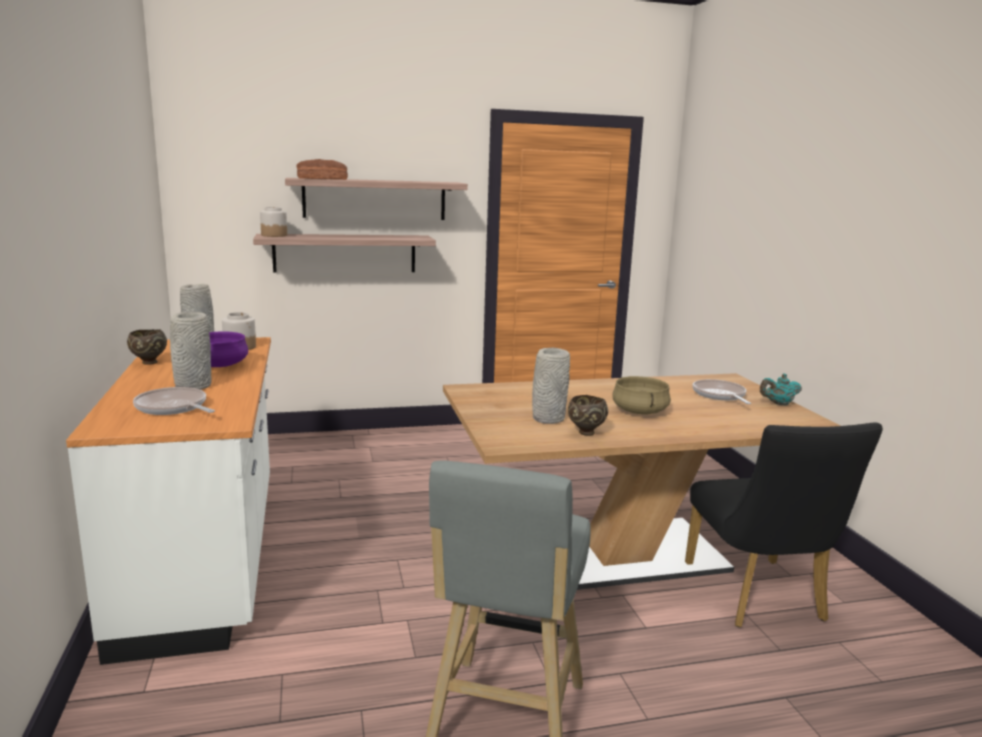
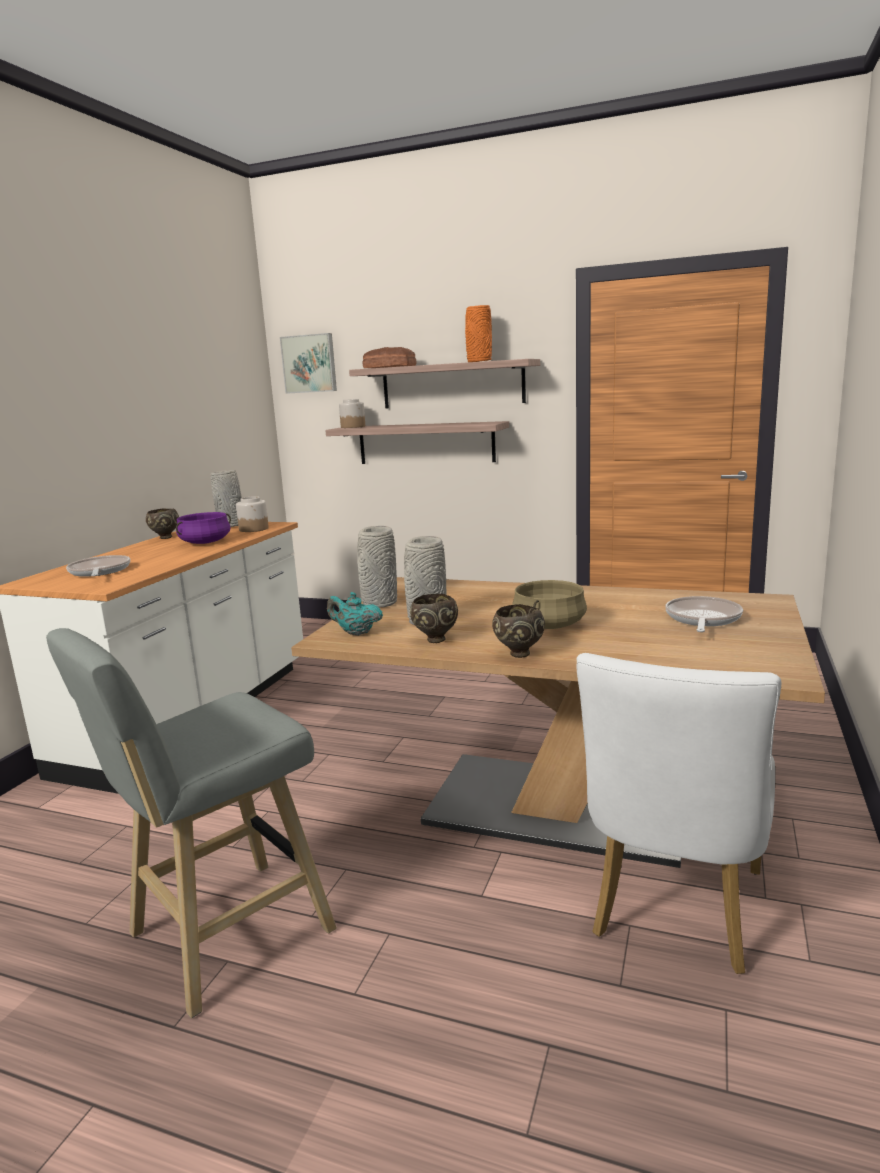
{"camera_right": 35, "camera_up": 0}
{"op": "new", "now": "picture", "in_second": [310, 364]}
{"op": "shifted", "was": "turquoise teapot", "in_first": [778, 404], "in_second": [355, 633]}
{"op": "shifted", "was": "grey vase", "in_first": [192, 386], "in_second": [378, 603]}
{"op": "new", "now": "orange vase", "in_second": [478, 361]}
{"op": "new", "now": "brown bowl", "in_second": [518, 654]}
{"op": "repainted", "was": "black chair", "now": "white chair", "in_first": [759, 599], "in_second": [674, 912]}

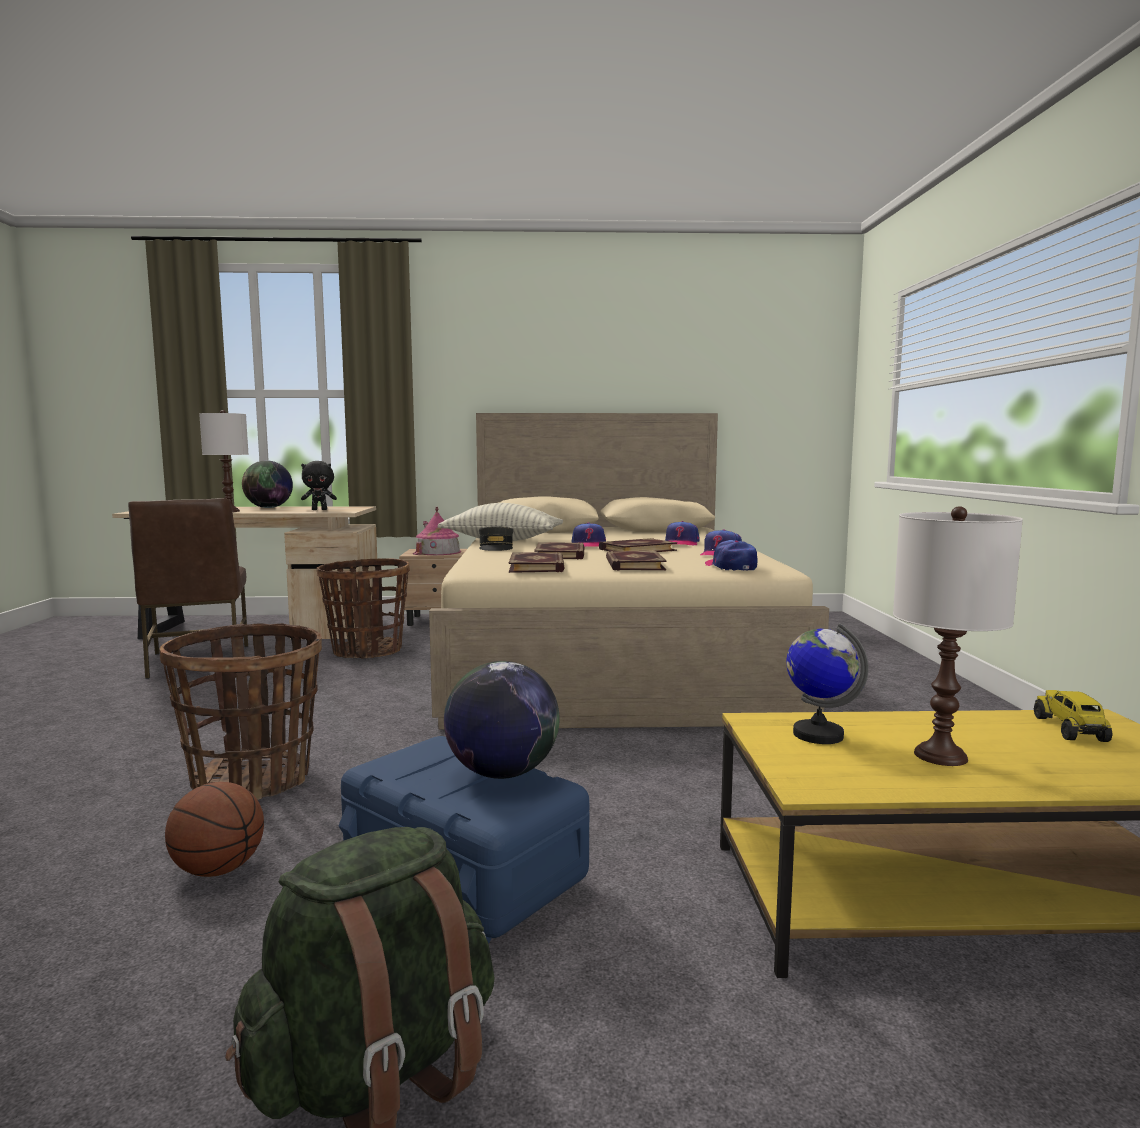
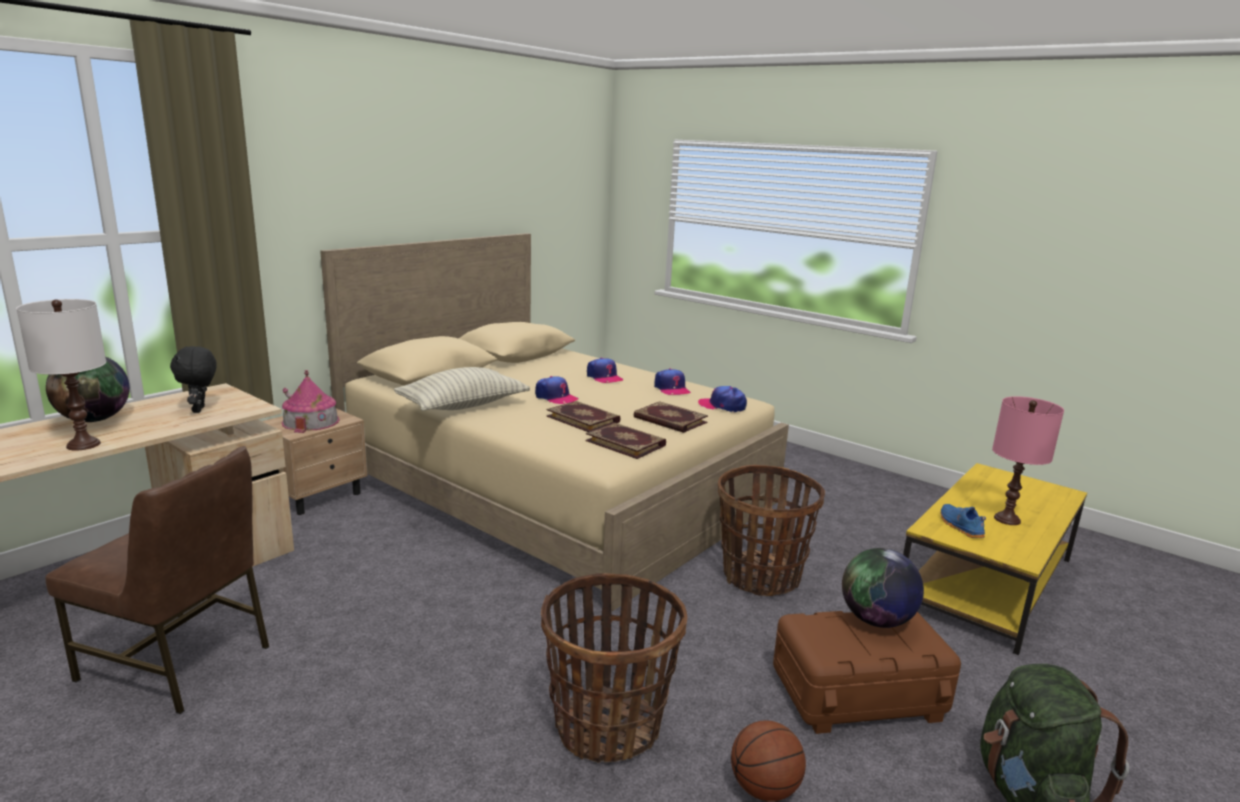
{"camera_right": -50, "camera_up": 10}
{"op": "rotated", "was": "black plush toy", "in_first": [319, 510], "in_second": [200, 410], "clockwise": 135}
{"op": "shifted", "was": "basket", "in_first": [366, 651], "in_second": [761, 577]}
{"op": "repainted", "was": "blue storage box", "now": "brown storage box", "in_first": [465, 874], "in_second": [857, 693]}
{"op": "swapped", "was": "globe", "now": "blue shoe", "in_first": [817, 734], "in_second": [960, 527]}
{"op": "repainted", "was": "white table lamp", "now": "pink table lamp", "in_first": [939, 755], "in_second": [1006, 519]}
{"op": "gone", "was": "grey cap", "in_first": [496, 548]}
{"op": "gone", "was": "book", "in_first": [637, 550]}
{"op": "gone", "was": "toy truck", "in_first": [1070, 729]}

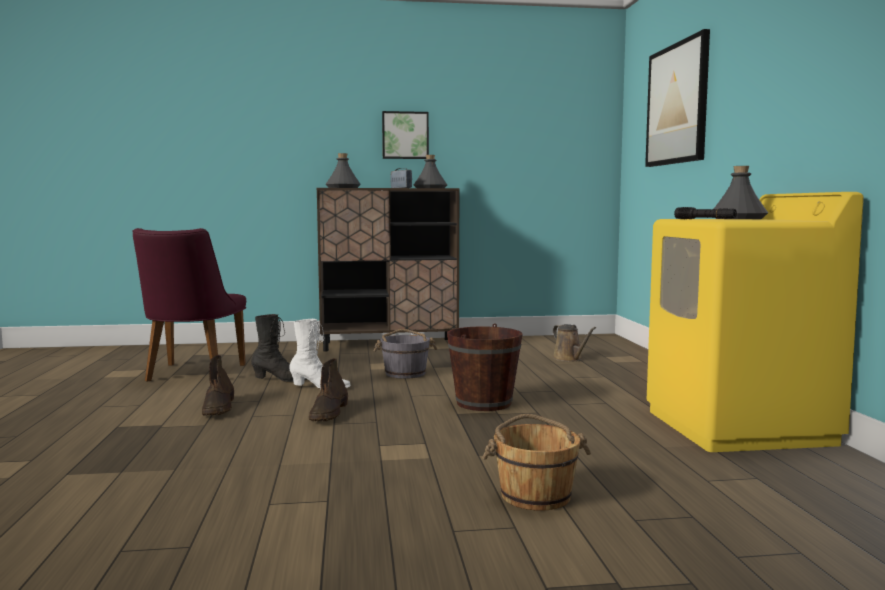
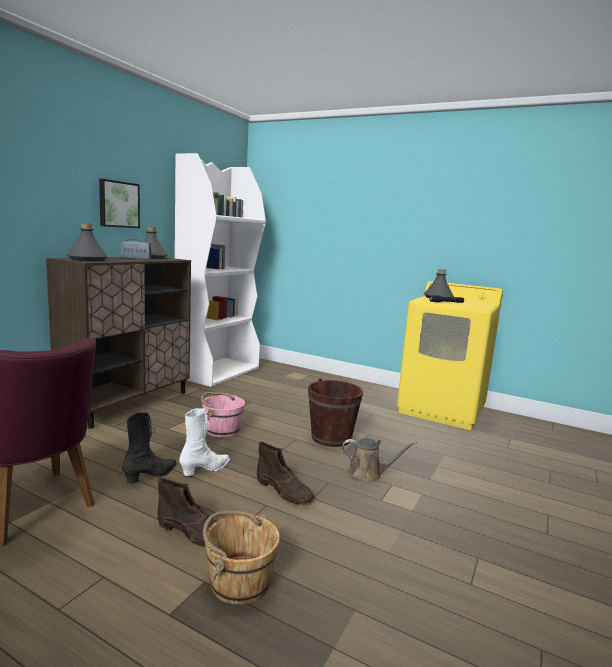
{"camera_right": -55, "camera_up": 5}
{"op": "new", "now": "white bookcase", "in_second": [218, 372]}
{"op": "repainted", "was": "grey bucket", "now": "pink bucket", "in_first": [405, 373], "in_second": [222, 430]}
{"op": "shifted", "was": "brown bucket", "in_first": [535, 495], "in_second": [239, 581]}
{"op": "shifted", "was": "brown watering can", "in_first": [569, 359], "in_second": [368, 475]}
{"op": "gone", "was": "picture", "in_first": [677, 104]}

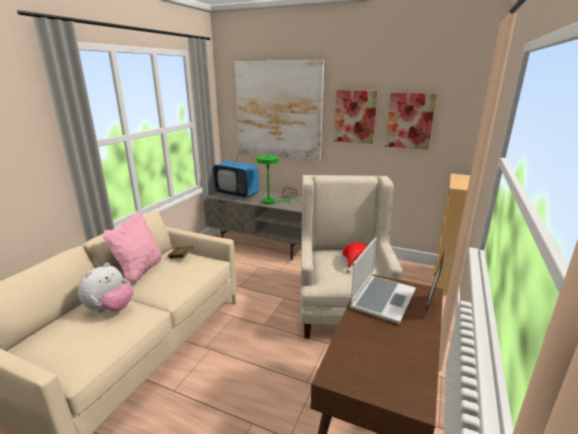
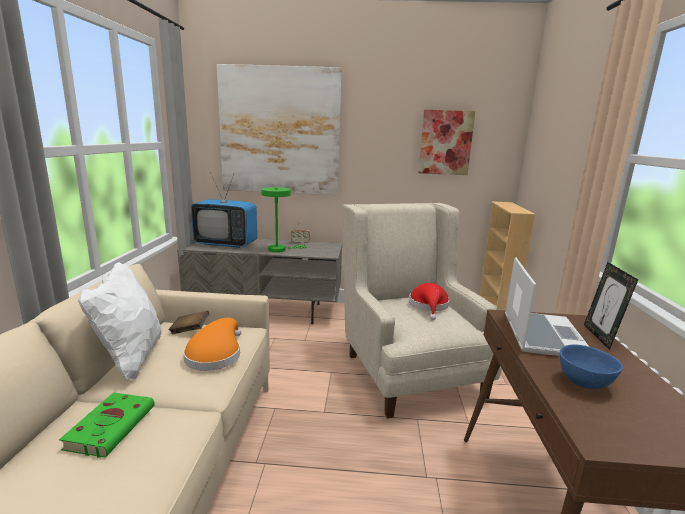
{"camera_right": -20, "camera_up": -5}
{"op": "swapped", "was": "plush toy", "now": "green book", "in_first": [110, 309], "in_second": [112, 426]}
{"op": "repainted", "was": "pink pillow", "now": "white pillow", "in_first": [139, 271], "in_second": [131, 359]}
{"op": "new", "now": "orange hat", "in_second": [215, 355]}
{"op": "new", "now": "blue bowl", "in_second": [585, 383]}
{"op": "gone", "was": "picture", "in_first": [355, 116]}

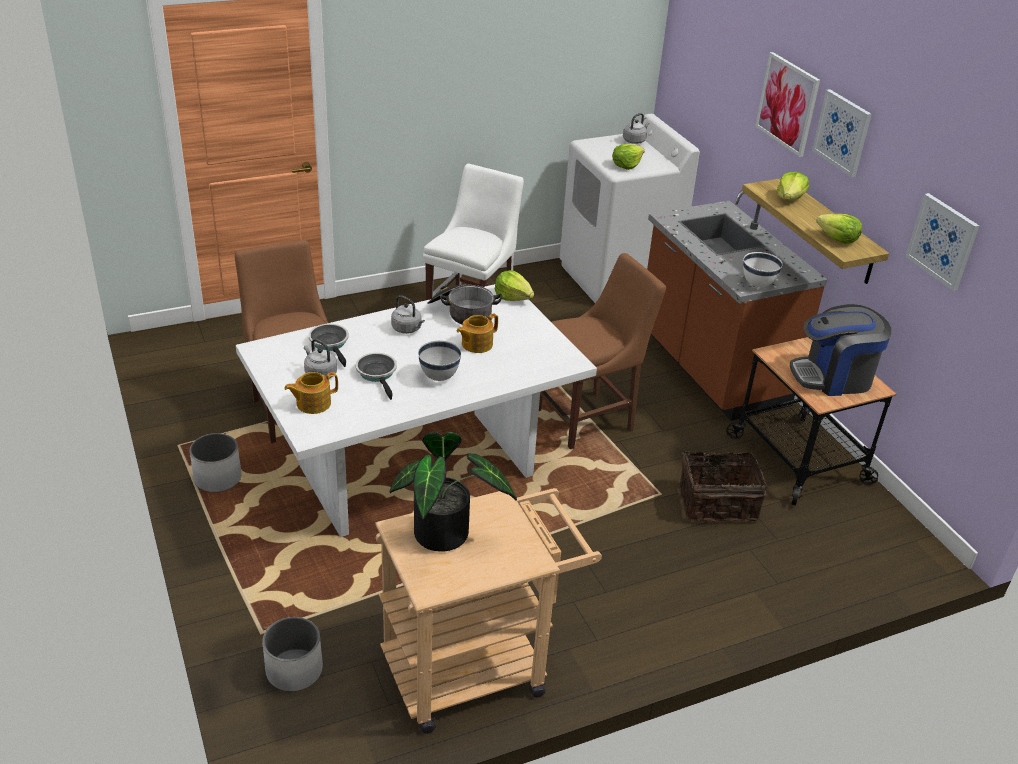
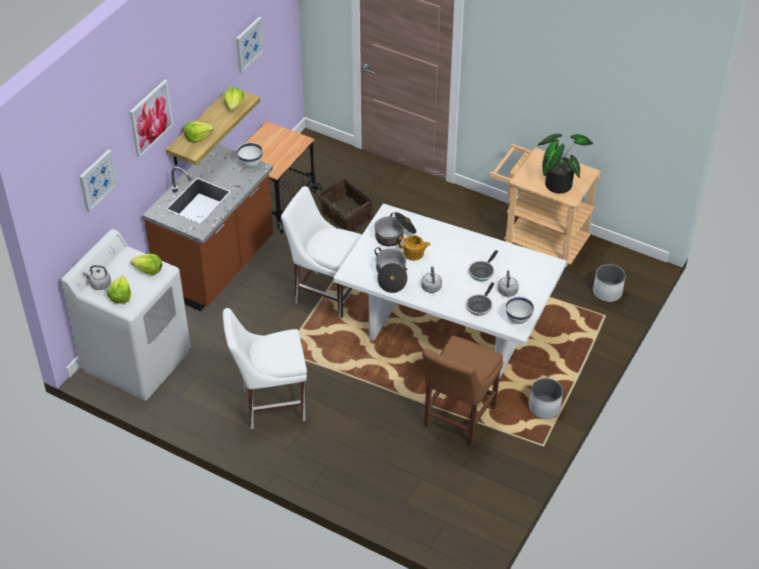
{"camera_right": -125, "camera_up": 10}
{"op": "shifted", "was": "picture", "in_first": [842, 132], "in_second": [97, 180]}
{"op": "shifted", "was": "lettuce", "in_first": [513, 297], "in_second": [120, 296]}
{"op": "repainted", "was": "brown chair", "now": "white chair", "in_first": [588, 419], "in_second": [325, 293]}
{"op": "new", "now": "cooking pot", "in_second": [395, 235]}
{"op": "shifted", "was": "white bowl", "in_first": [439, 376], "in_second": [518, 320]}
{"op": "gone", "was": "teapot", "in_first": [312, 403]}
{"op": "gone", "was": "coffee machine", "in_first": [833, 377]}

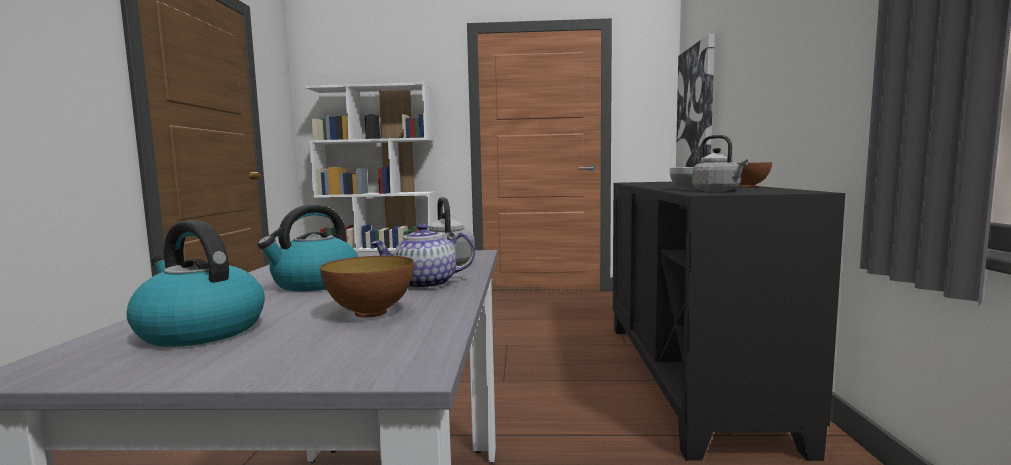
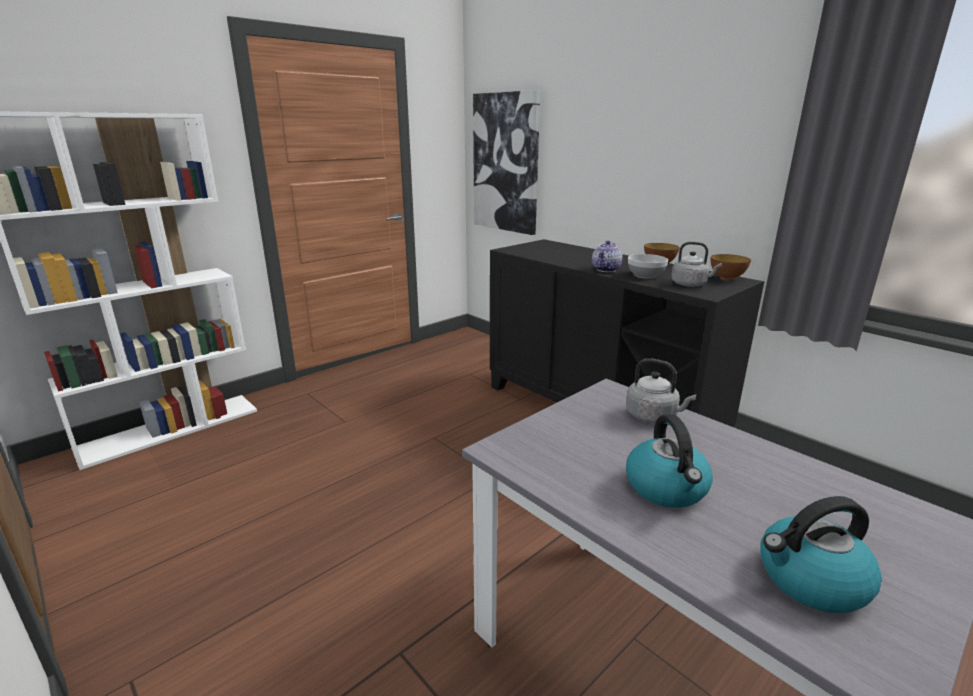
{"camera_right": -45, "camera_up": 15}
{"op": "shifted", "was": "teapot", "in_first": [425, 285], "in_second": [606, 270]}
{"op": "shifted", "was": "bowl", "in_first": [370, 313], "in_second": [727, 278]}

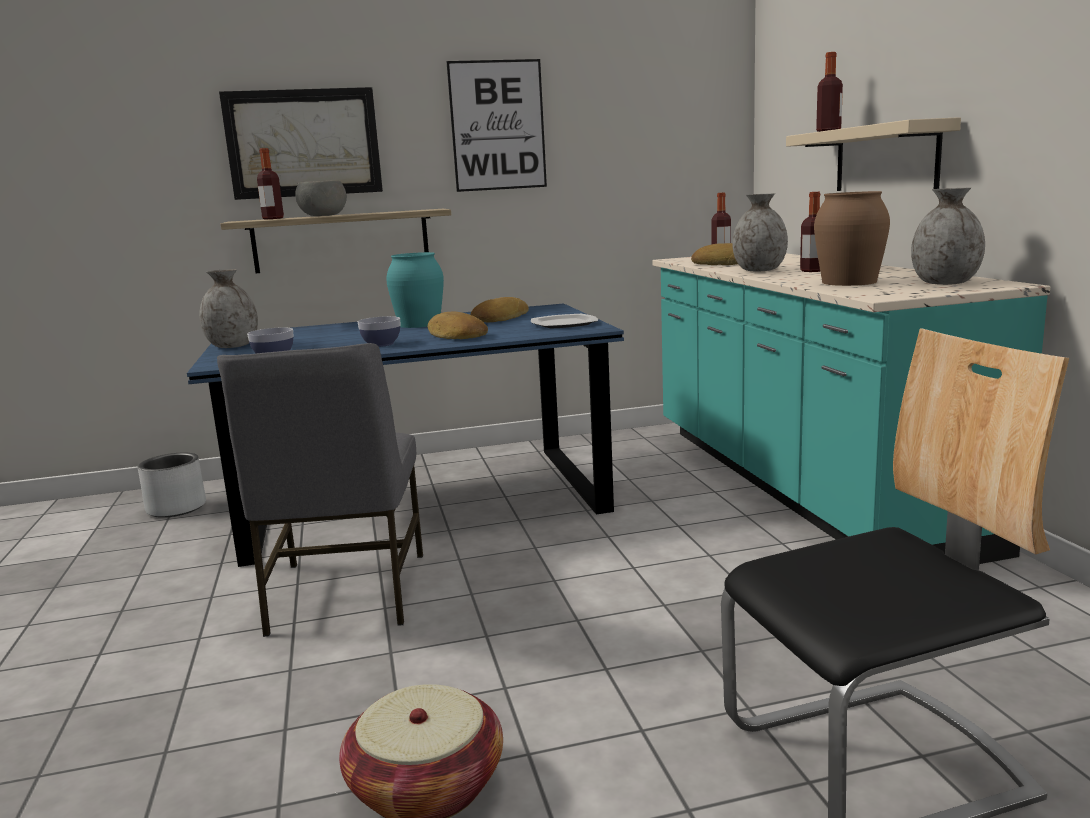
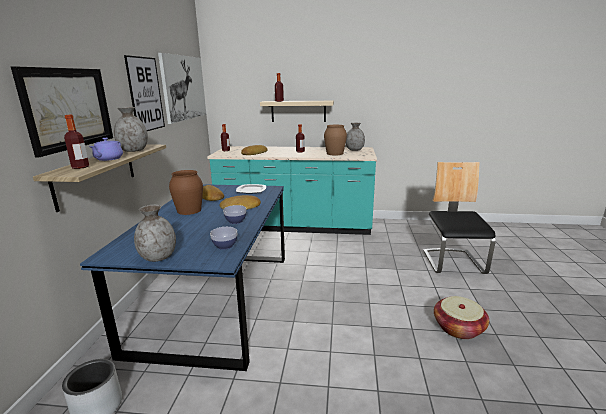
{"camera_right": -70, "camera_up": 5}
{"op": "swapped", "was": "grey bowl", "now": "purple teapot", "in_first": [324, 215], "in_second": [108, 159]}
{"op": "shifted", "was": "grey vase", "in_first": [759, 270], "in_second": [133, 150]}
{"op": "new", "now": "picture", "in_second": [184, 88]}
{"op": "repainted", "was": "turquoise vase", "now": "brown vase", "in_first": [418, 324], "in_second": [189, 210]}
{"op": "gone", "was": "grey chair", "in_first": [345, 594]}

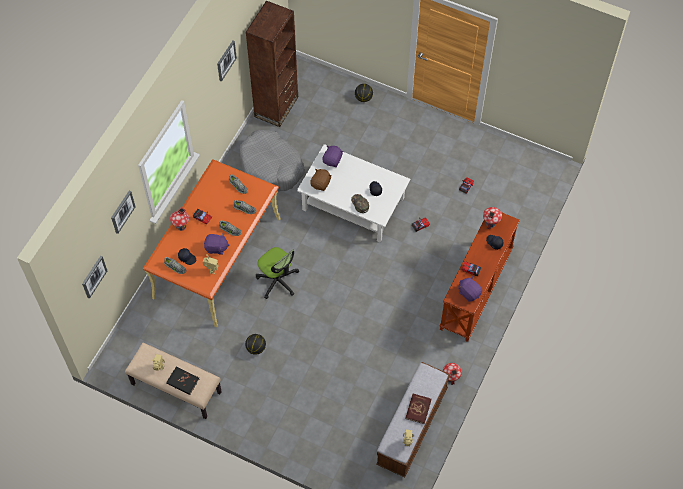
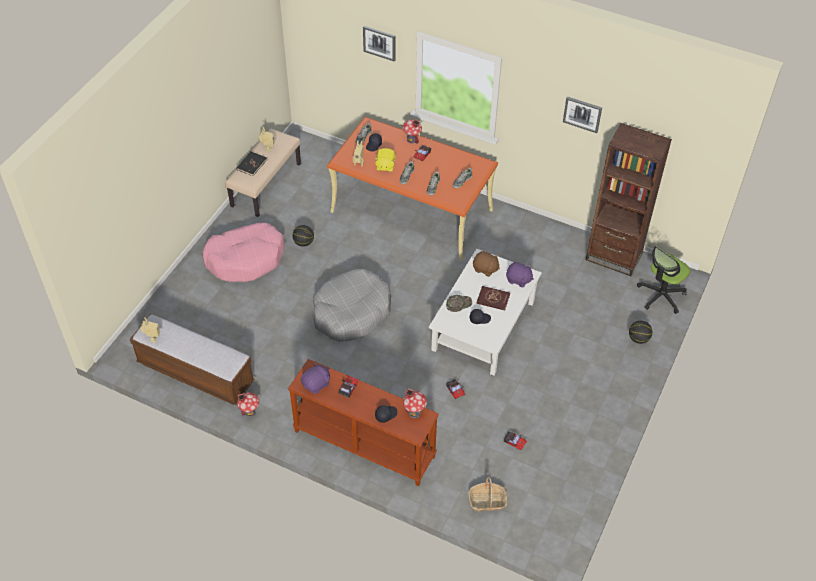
{"camera_right": 90, "camera_up": -10}
{"op": "new", "now": "pink dog bed", "in_second": [245, 259]}
{"op": "shifted", "was": "grey dog bed", "in_first": [271, 166], "in_second": [351, 312]}
{"op": "repainted", "was": "purple plush toy", "now": "yellow plush toy", "in_first": [216, 248], "in_second": [385, 166]}
{"op": "new", "now": "basket", "in_second": [487, 501]}
{"op": "shifted", "was": "red book", "in_first": [418, 409], "in_second": [493, 299]}
{"op": "shifted", "was": "office chair", "in_first": [278, 281], "in_second": [661, 296]}
{"op": "gone", "was": "picture", "in_first": [94, 276]}

